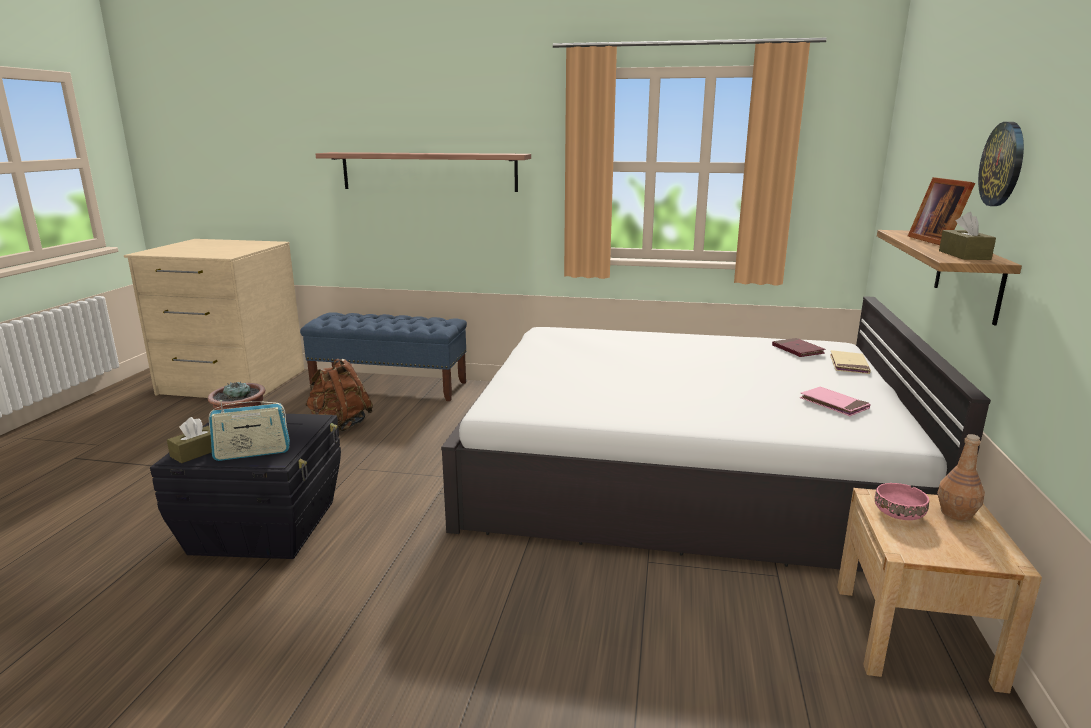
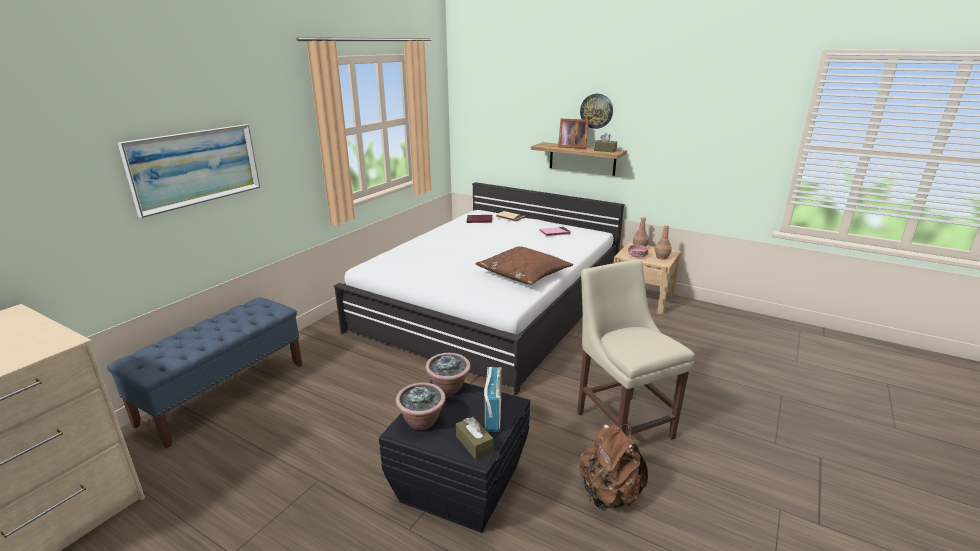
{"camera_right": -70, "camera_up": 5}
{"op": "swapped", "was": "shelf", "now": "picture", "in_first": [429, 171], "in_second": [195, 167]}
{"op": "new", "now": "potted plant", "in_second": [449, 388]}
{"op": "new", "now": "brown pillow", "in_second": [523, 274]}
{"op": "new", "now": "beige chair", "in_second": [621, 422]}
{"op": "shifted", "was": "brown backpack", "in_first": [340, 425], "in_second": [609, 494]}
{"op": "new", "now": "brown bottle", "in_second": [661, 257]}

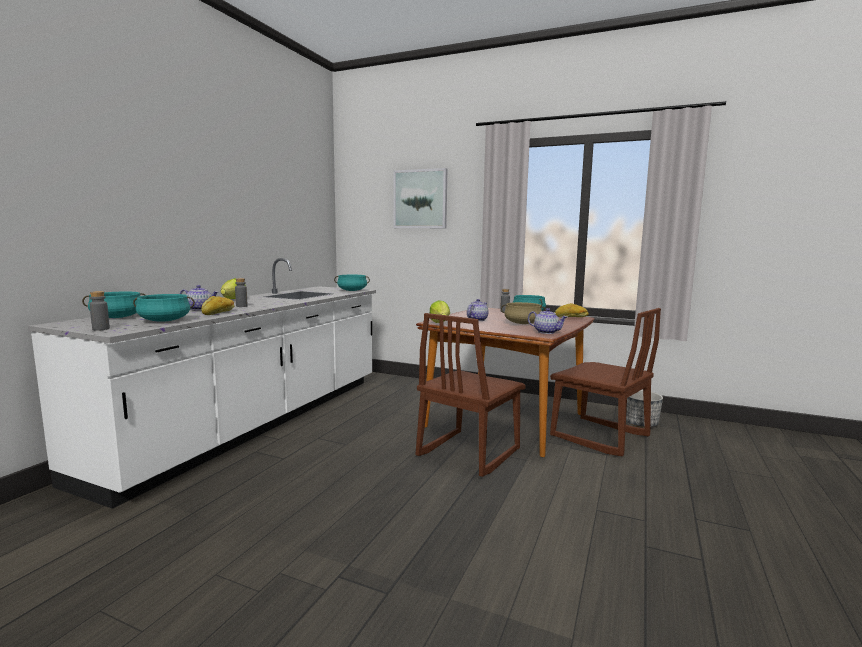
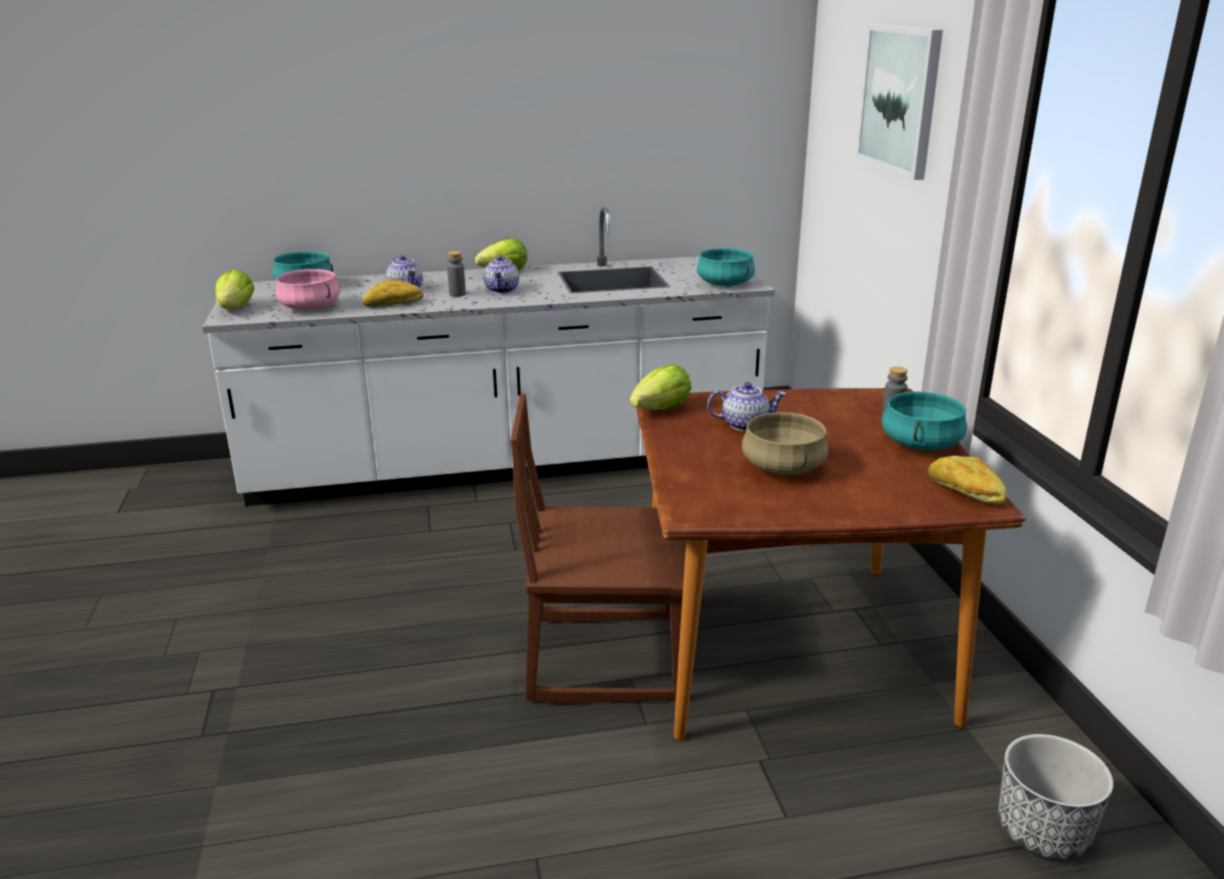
{"camera_right": 55, "camera_up": 15}
{"op": "swapped", "was": "grey bottle", "now": "lettuce", "in_first": [101, 329], "in_second": [236, 308]}
{"op": "repainted", "was": "turquoise cooking pot", "now": "pink cooking pot", "in_first": [165, 320], "in_second": [310, 307]}
{"op": "shifted", "was": "teapot", "in_first": [546, 332], "in_second": [502, 290]}
{"op": "gone", "was": "brown chair", "in_first": [599, 437]}

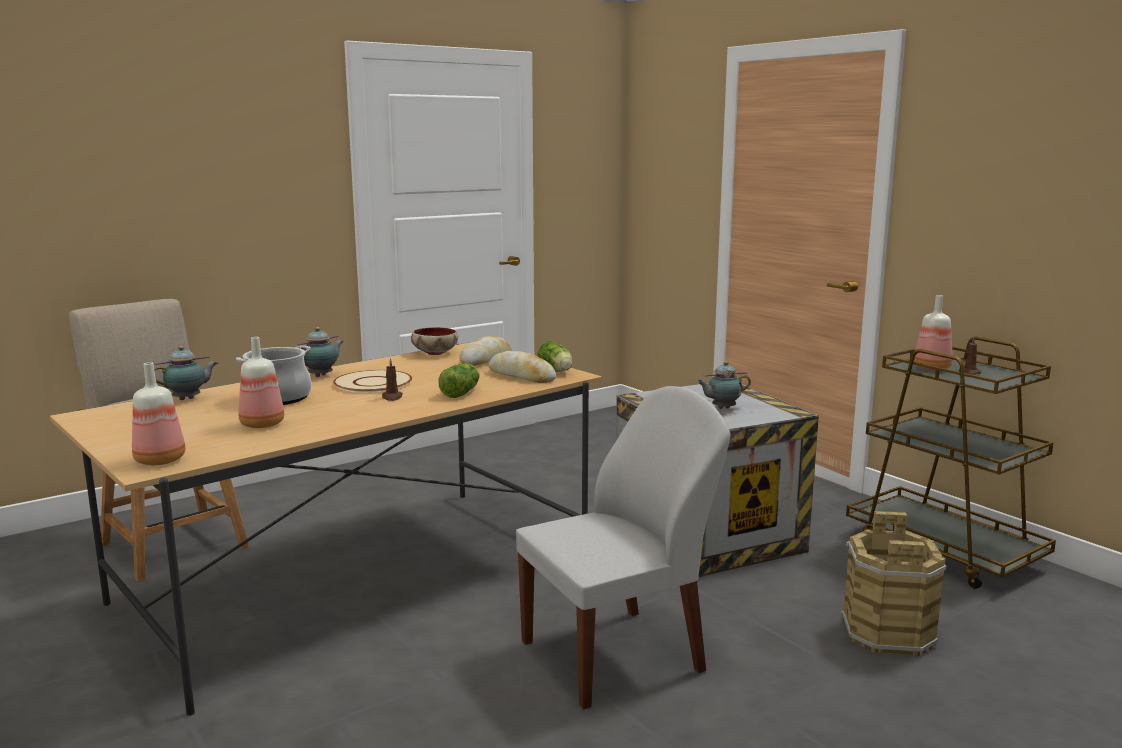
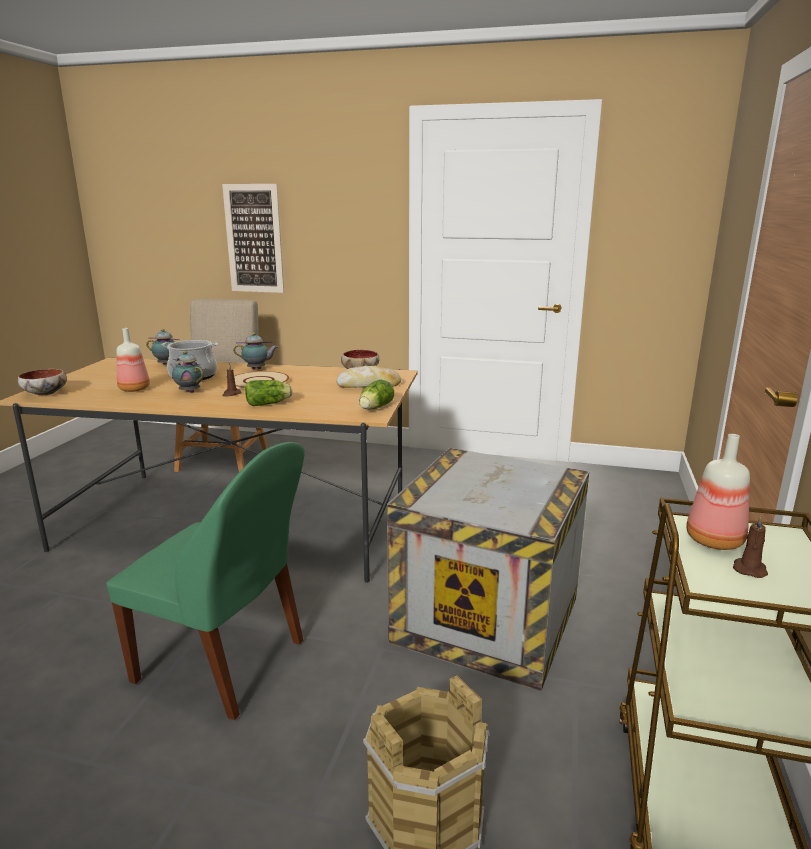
{"camera_right": 50, "camera_up": 5}
{"op": "swapped", "was": "bottle", "now": "bowl", "in_first": [162, 460], "in_second": [45, 394]}
{"op": "repainted", "was": "white chair", "now": "green chair", "in_first": [616, 655], "in_second": [224, 663]}
{"op": "shifted", "was": "teapot", "in_first": [722, 408], "in_second": [189, 391]}
{"op": "new", "now": "picture", "in_second": [254, 239]}
{"op": "gone", "was": "bread", "in_first": [522, 376]}

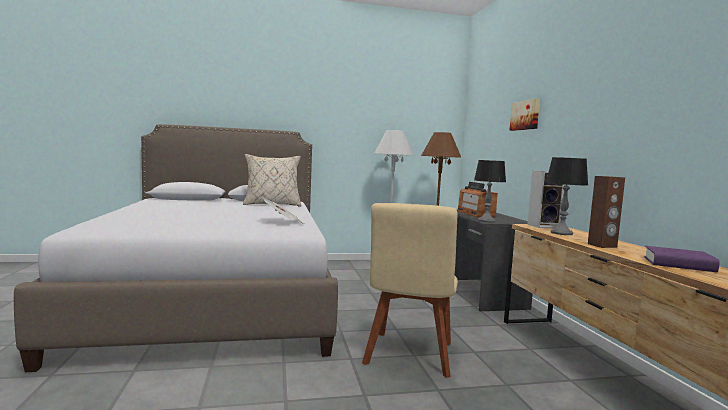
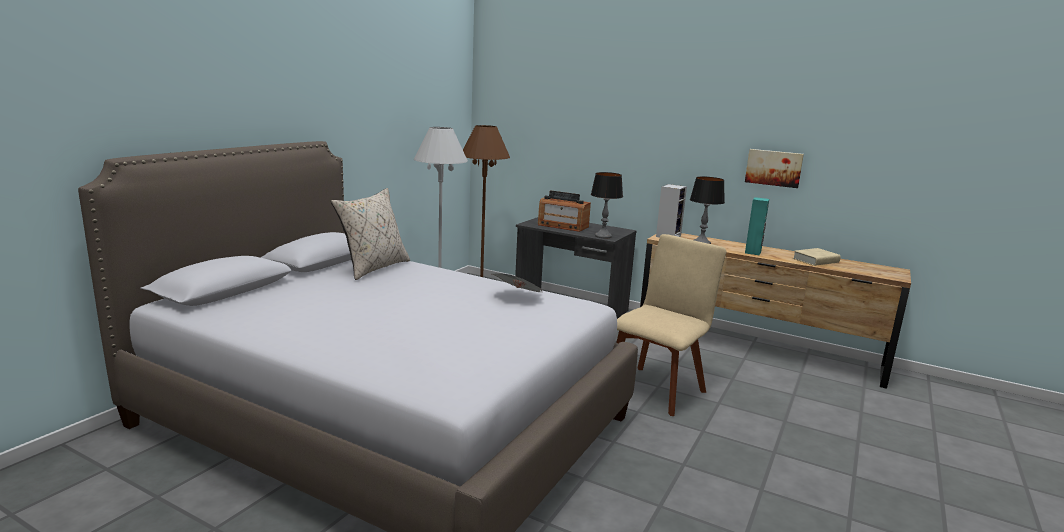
{"camera_right": -50, "camera_up": 10}
{"op": "rotated", "was": "beige chair", "in_first": [409, 356], "in_second": [658, 389], "clockwise": -105}
{"op": "shifted", "was": "picture", "in_first": [525, 115], "in_second": [773, 168]}
{"op": "repainted", "was": "brown speaker", "now": "turquoise speaker", "in_first": [602, 245], "in_second": [753, 252]}
{"op": "repainted", "was": "purple book", "now": "beige book", "in_first": [678, 264], "in_second": [815, 261]}

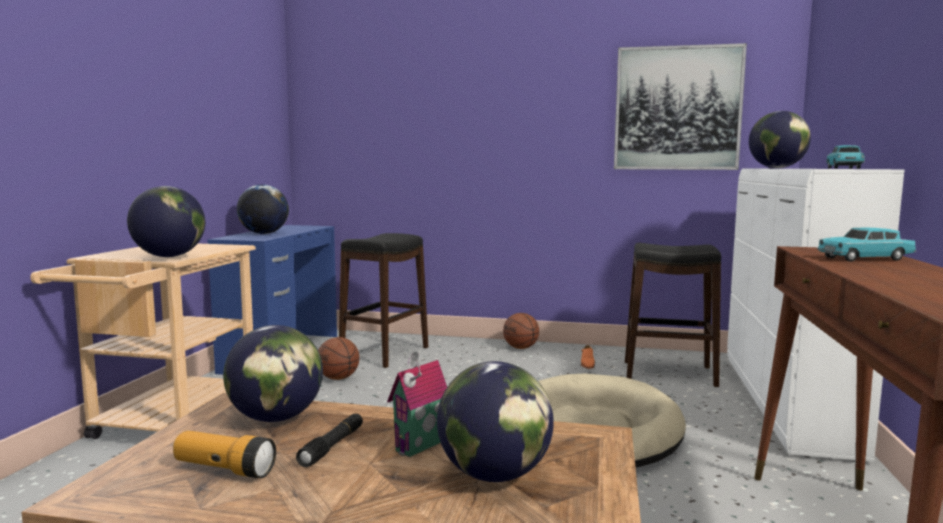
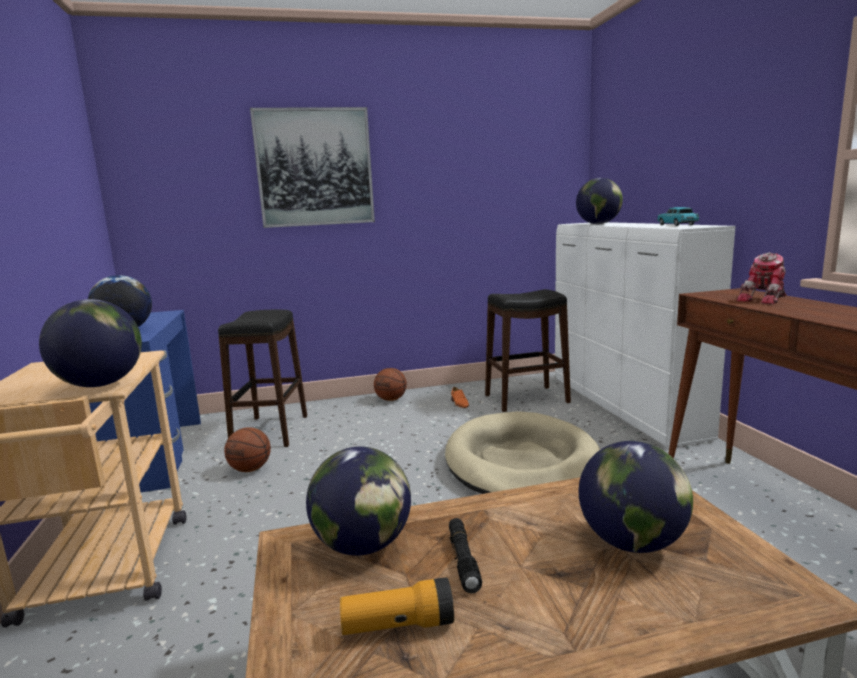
{"camera_right": -25, "camera_up": 5}
{"op": "shifted", "was": "picture", "in_first": [677, 108], "in_second": [315, 168]}
{"op": "swapped", "was": "turquoise toy car", "now": "toy robot", "in_first": [865, 259], "in_second": [765, 299]}
{"op": "gone", "was": "toy house", "in_first": [421, 447]}

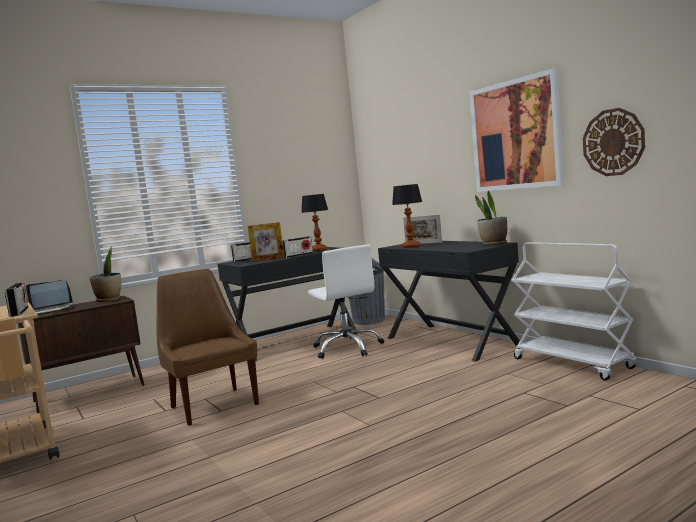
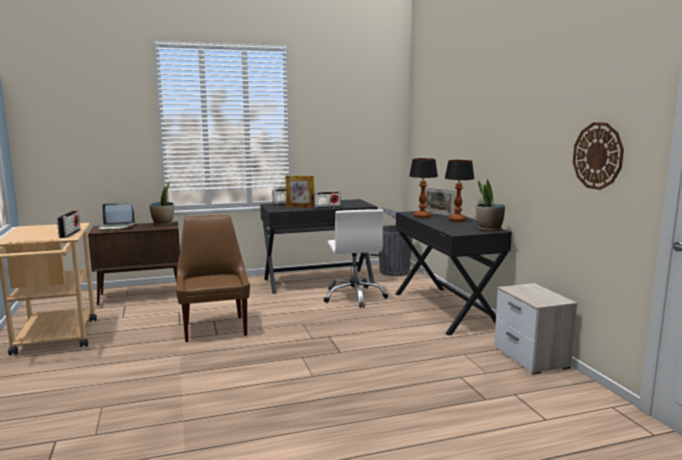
{"camera_right": 15, "camera_up": 5}
{"op": "shifted", "was": "table lamp", "in_first": [319, 250], "in_second": [457, 220]}
{"op": "swapped", "was": "white cart", "now": "nightstand", "in_first": [573, 363], "in_second": [531, 358]}
{"op": "gone", "was": "picture", "in_first": [515, 135]}

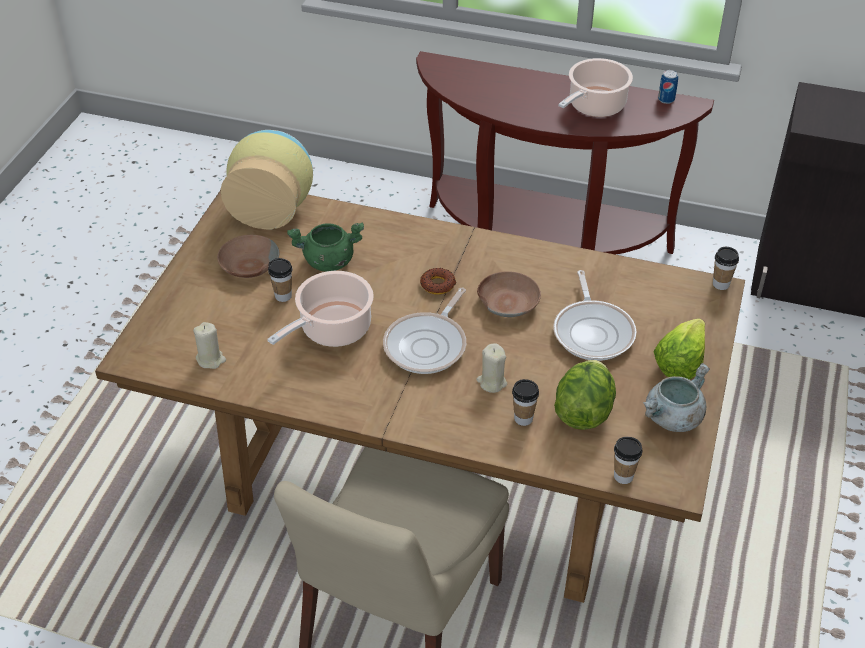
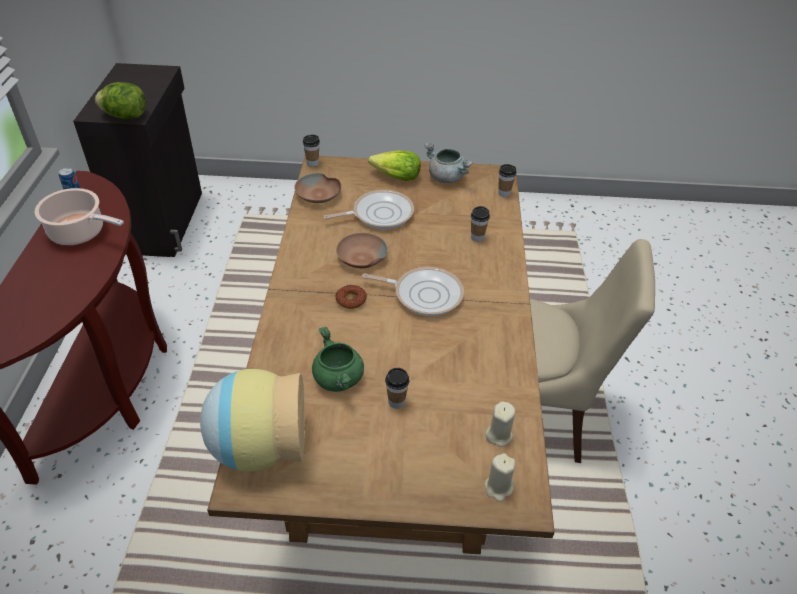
{"camera_right": -105, "camera_up": 0}
{"op": "shifted", "was": "lettuce", "in_first": [583, 412], "in_second": [125, 116]}
{"op": "shifted", "was": "brown bowl", "in_first": [248, 265], "in_second": [319, 195]}
{"op": "shifted", "was": "beige candle", "in_first": [491, 382], "in_second": [498, 487]}
{"op": "gone", "was": "cooking pot", "in_first": [332, 329]}

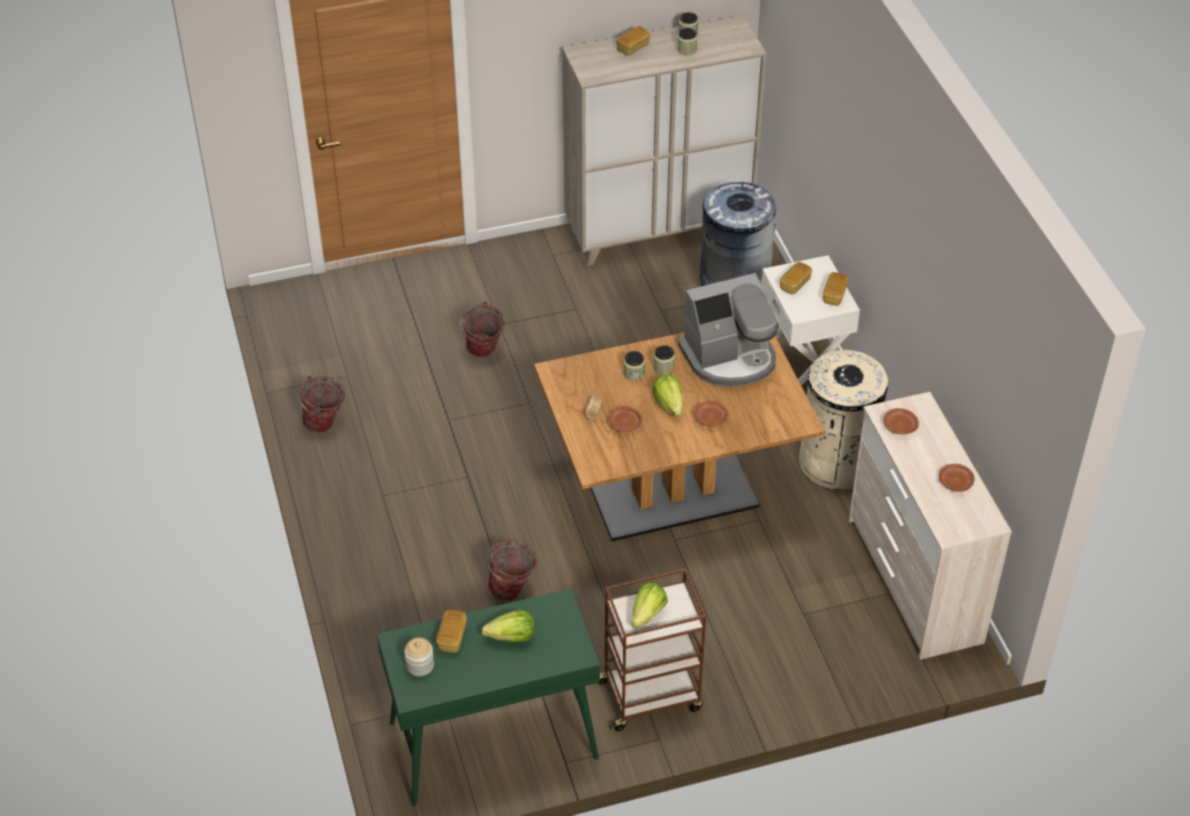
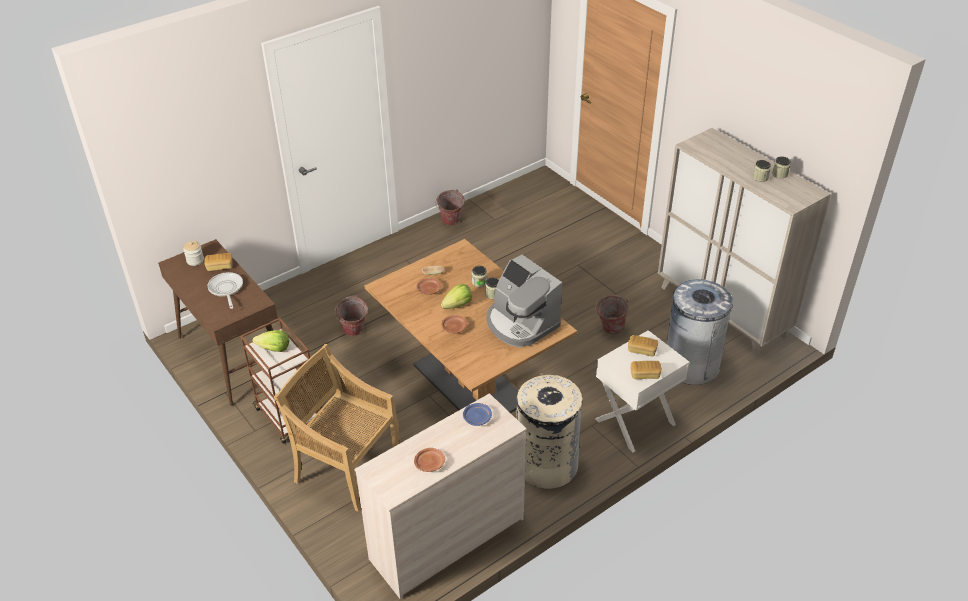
{"camera_right": 70, "camera_up": -5}
{"op": "repainted", "was": "green console table", "now": "brown console table", "in_first": [492, 742], "in_second": [233, 356]}
{"op": "swapped", "was": "lettuce", "now": "frying pan", "in_first": [512, 637], "in_second": [226, 289]}
{"op": "new", "now": "beige chair", "in_second": [346, 468]}
{"op": "repainted", "was": "brown plate", "now": "blue plate", "in_first": [899, 426], "in_second": [477, 418]}
{"op": "shifted", "was": "bucket", "in_first": [483, 352], "in_second": [609, 330]}
{"op": "gone", "was": "bread", "in_first": [633, 47]}

